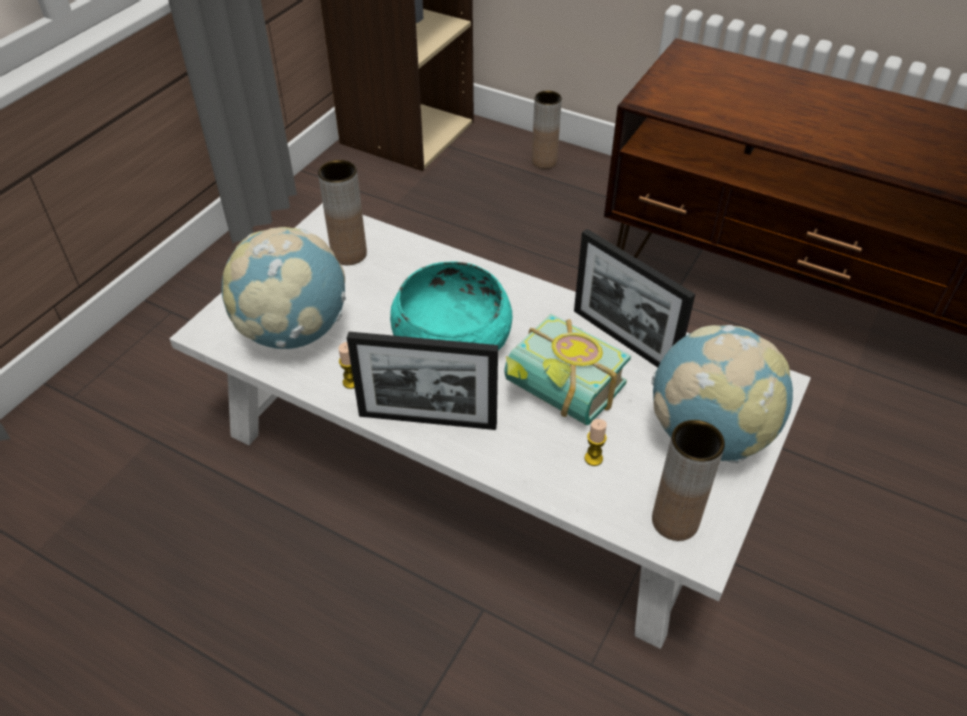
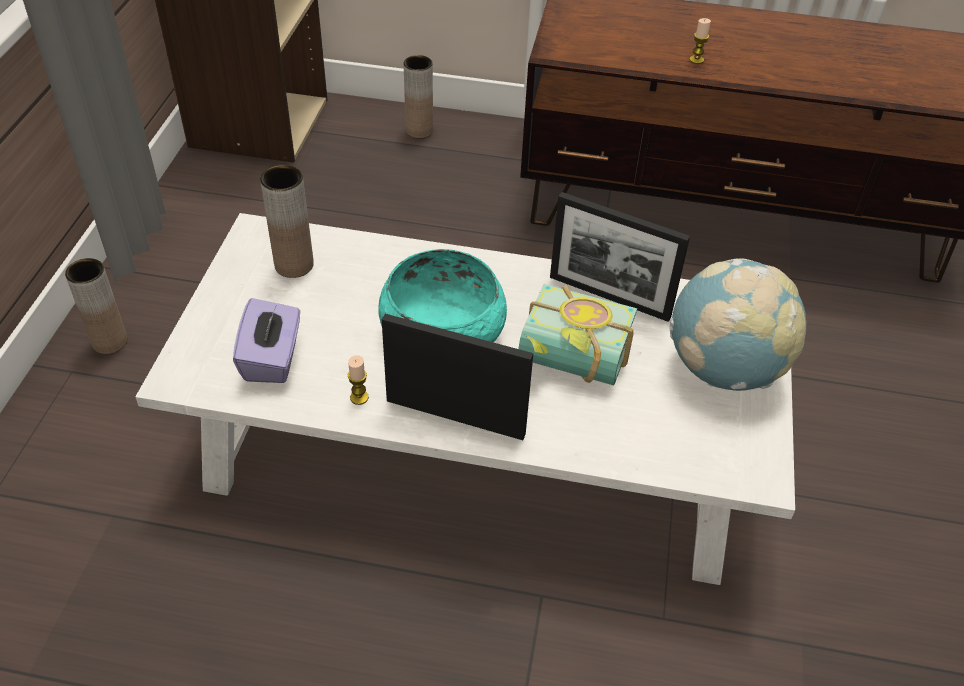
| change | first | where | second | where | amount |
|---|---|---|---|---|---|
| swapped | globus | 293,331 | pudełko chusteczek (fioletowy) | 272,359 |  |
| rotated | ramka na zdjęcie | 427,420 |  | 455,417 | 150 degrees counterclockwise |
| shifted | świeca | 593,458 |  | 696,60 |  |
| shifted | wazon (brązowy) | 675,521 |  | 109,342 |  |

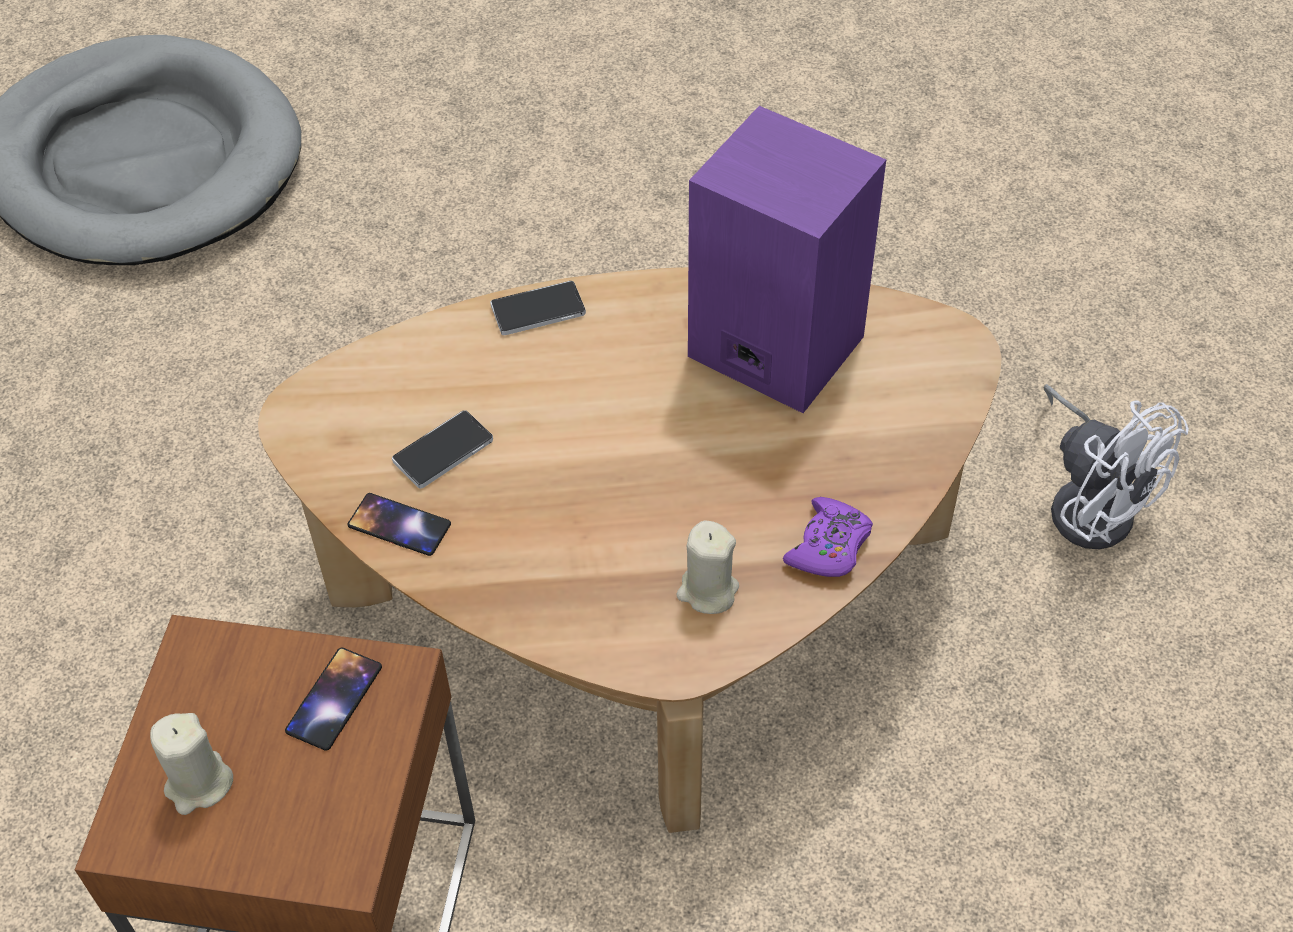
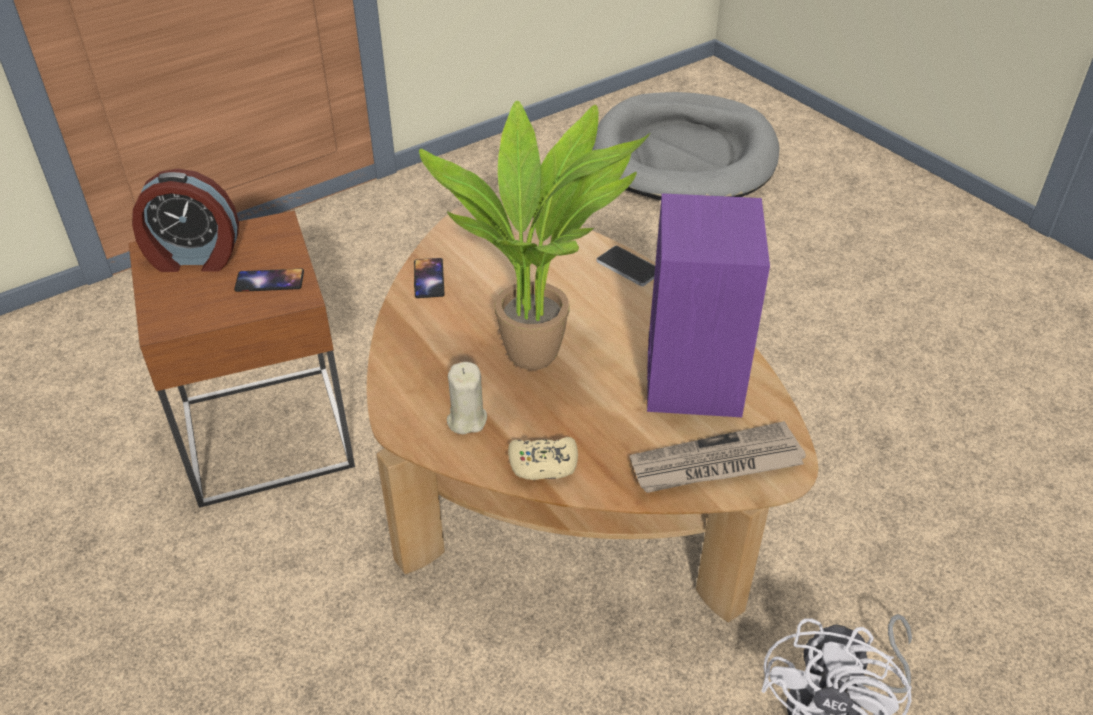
| change | first | where | second | where | amount |
|---|---|---|---|---|---|
| swapped | świeca (beżowy) | 198,784 | budzik | 194,258 |  |
| gone | telefon | 443,451 |  |  |  |
| repainted | pad do gier (fioletowy) | 829,546 | pad do gier (beżowy) | 543,464 |  |
| new |  |  | roślina doniczkowa | 538,351 |  |
| new |  |  | gazeta | 715,464 |  |

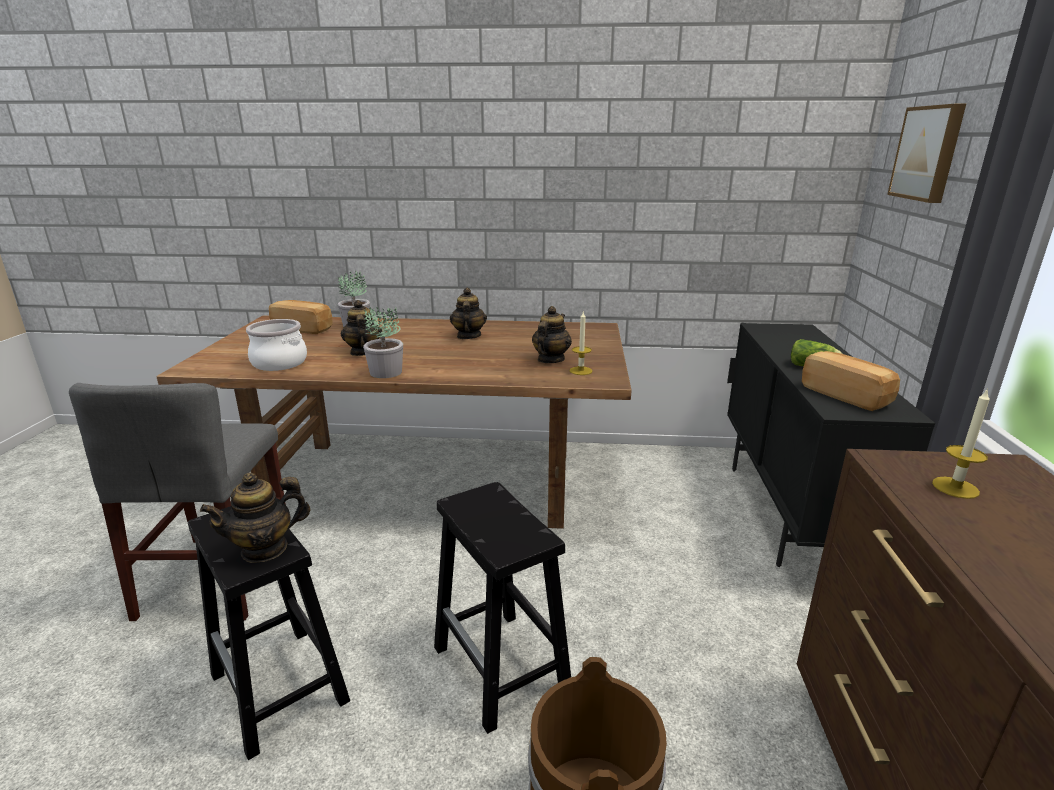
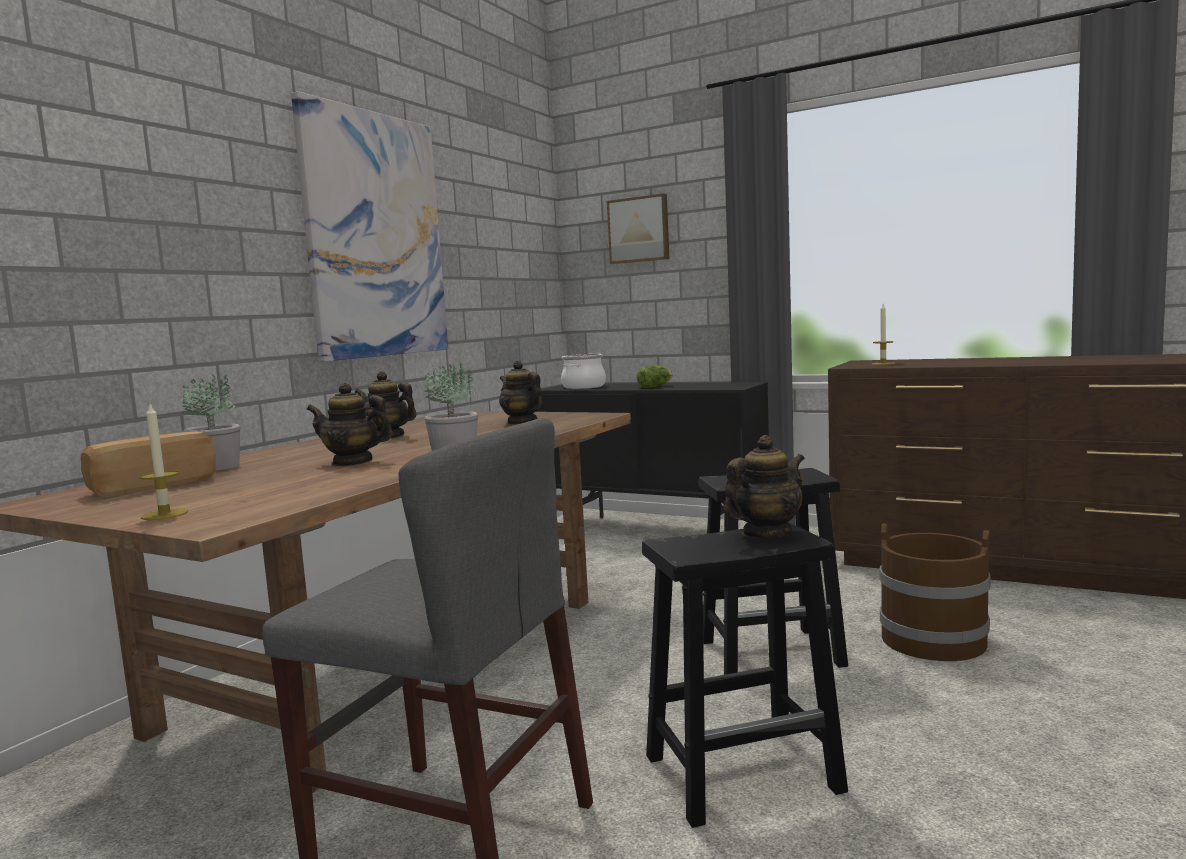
| change | first | where | second | where | amount |
|---|---|---|---|---|---|
| rotated | imbryk | 265,549 |  | 766,534 | 120 degrees counterclockwise |
| shifted | garnek | 280,363 |  | 583,387 |  |
| shifted | świeca | 581,371 |  | 164,514 |  |
| gone | chleb | 846,395 |  |  |  |
| new |  |  | obraz | 375,236 |  |

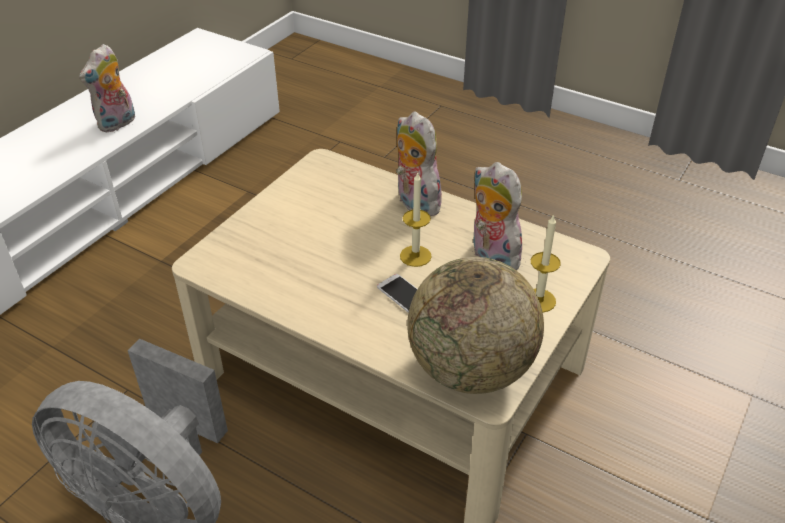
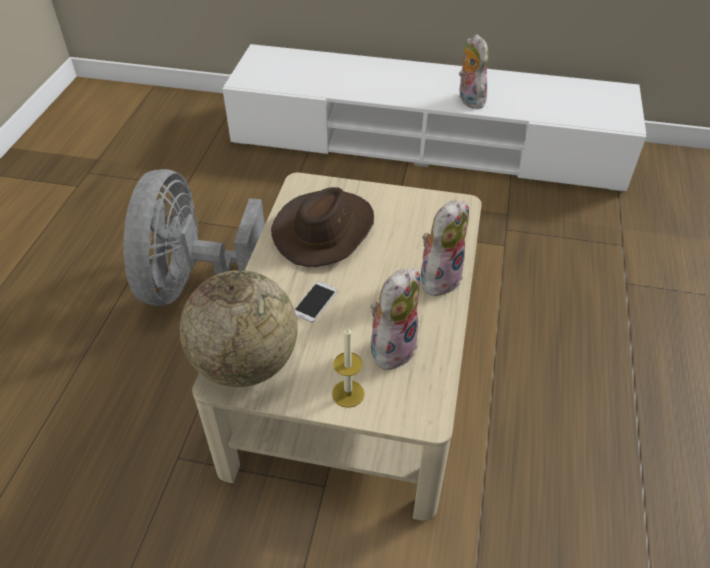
| change | first | where | second | where | amount |
|---|---|---|---|---|---|
| rotated | pluszak | 117,124 |  | 468,99 | 60 degrees clockwise |
| gone | świeca | 415,256 |  |  |  |
| new |  |  | kapelusz (brązowy) | 324,230 |  |

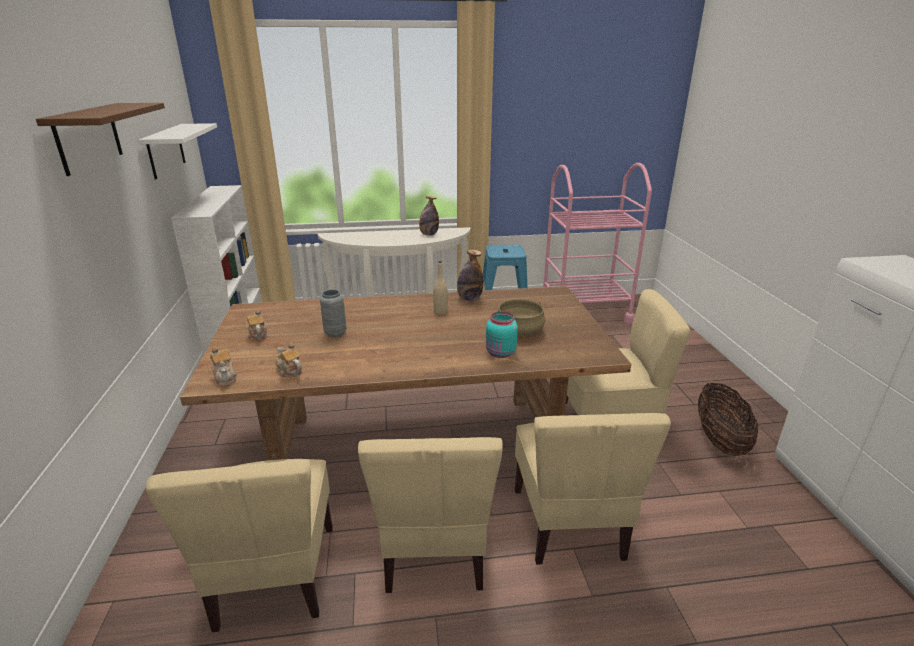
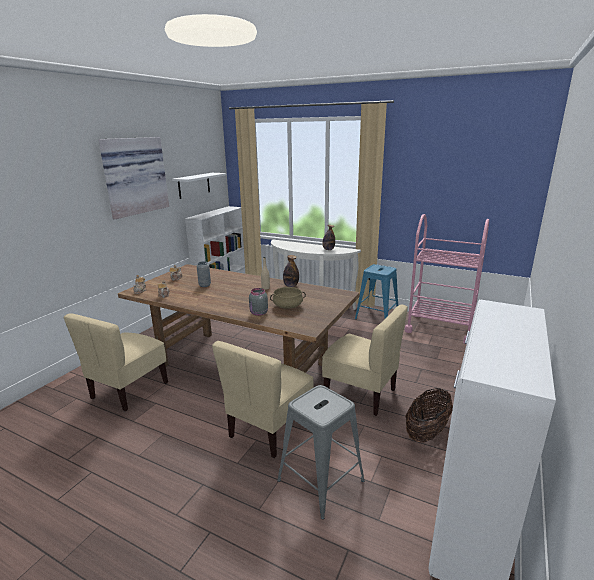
| change | first | where | second | where | amount |
|---|---|---|---|---|---|
| swapped | półka (brązowy) | 88,137 | obraz | 134,176 |  |
| gone | krzesło (beżowy) | 434,548 |  |  |  |
| repainted | słoik (turkusowy) | 500,353 | słoik (szary) | 258,313 |  |
| new |  |  | stołek (szary) | 320,480 |  |

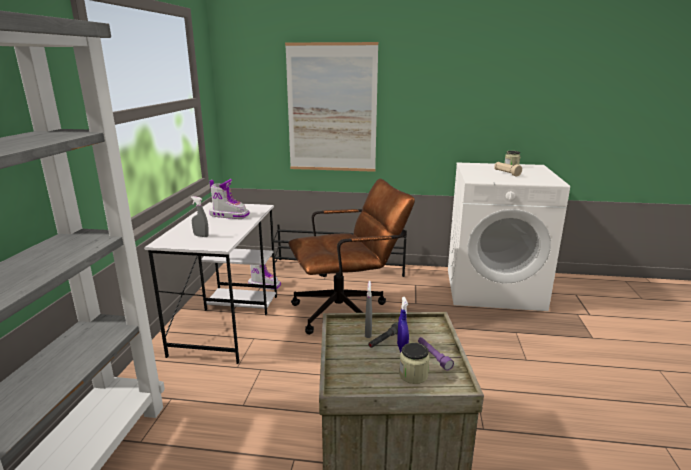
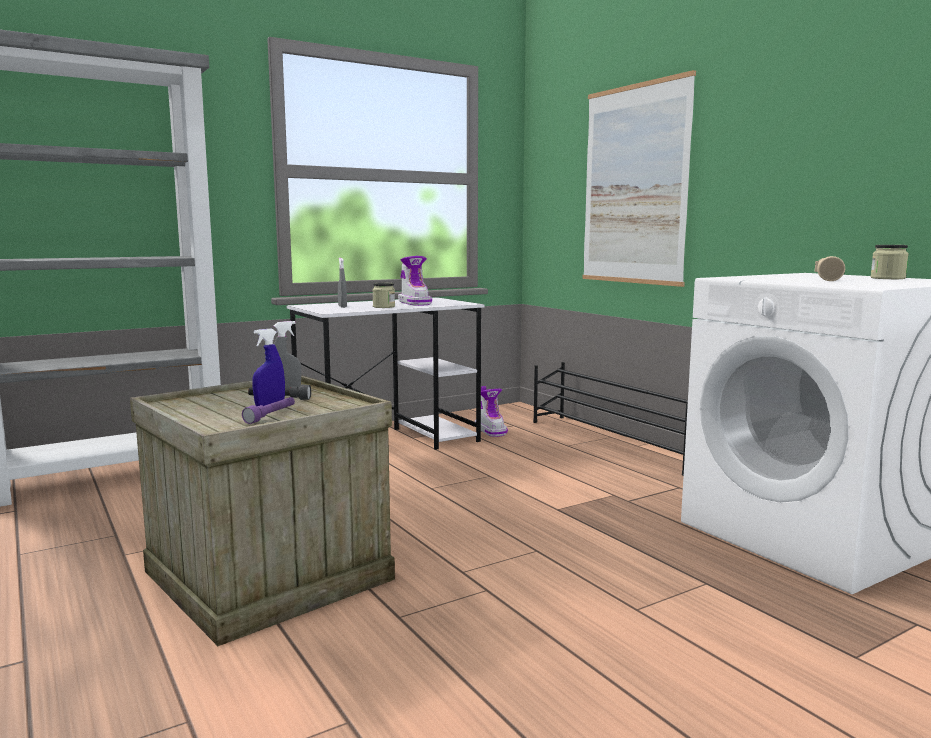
| change | first | where | second | where | amount |
|---|---|---|---|---|---|
| gone | krzesło biurowe (brązowy) | 348,311 |  |  |  |
| shifted | słoik | 413,375 |  | 384,307 |  |

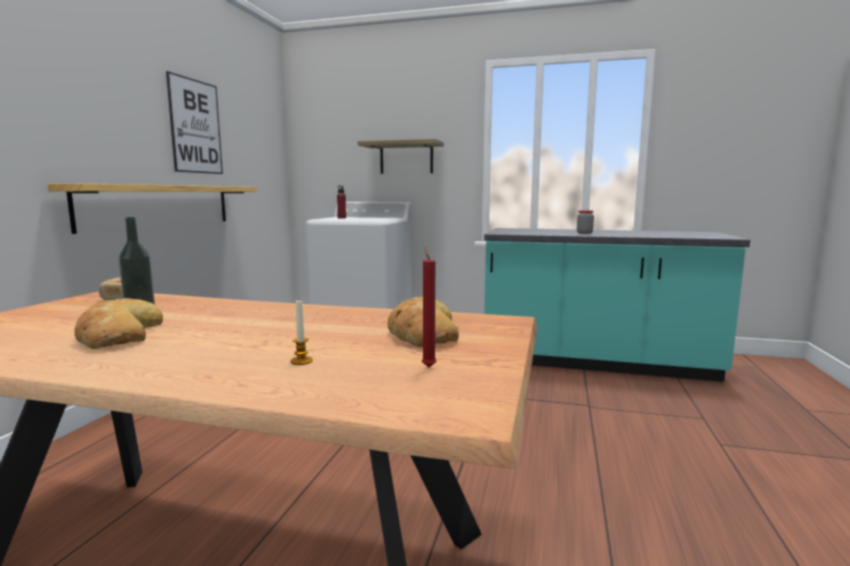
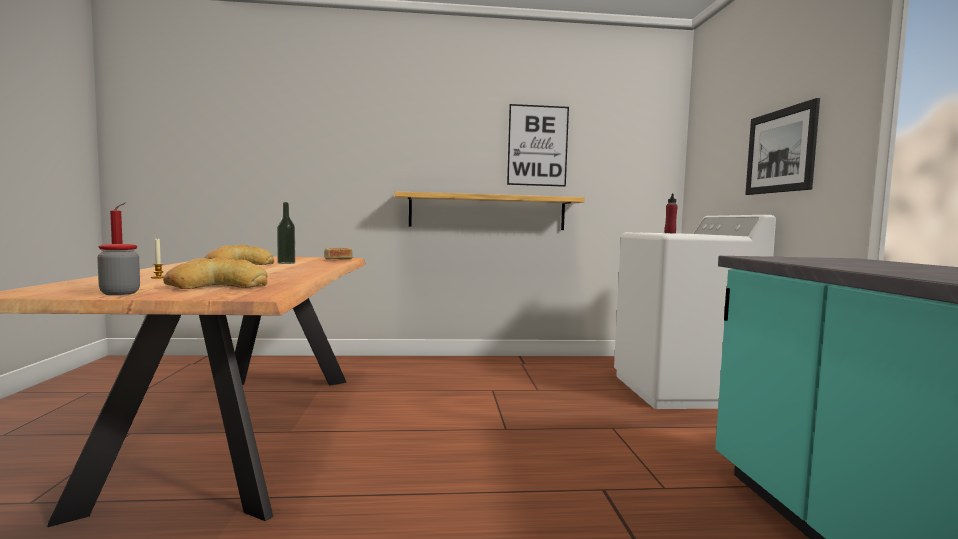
| change | first | where | second | where | amount |
|---|---|---|---|---|---|
| swapped | półka | 406,158 | obraz | 780,151 |  |
| shifted | słoik | 584,233 |  | 120,293 |  |

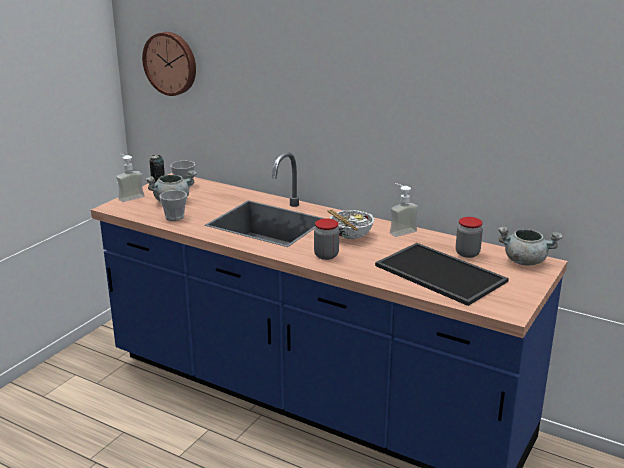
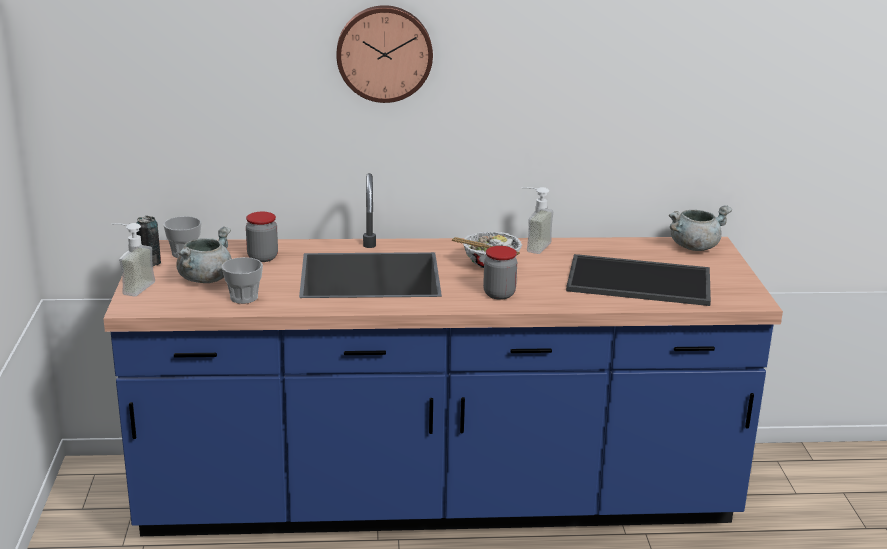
| change | first | where | second | where | amount |
|---|---|---|---|---|---|
| shifted | zegar ścienny | 171,63 |  | 384,53 |  |
| shifted | słoik | 467,253 |  | 262,257 |  |

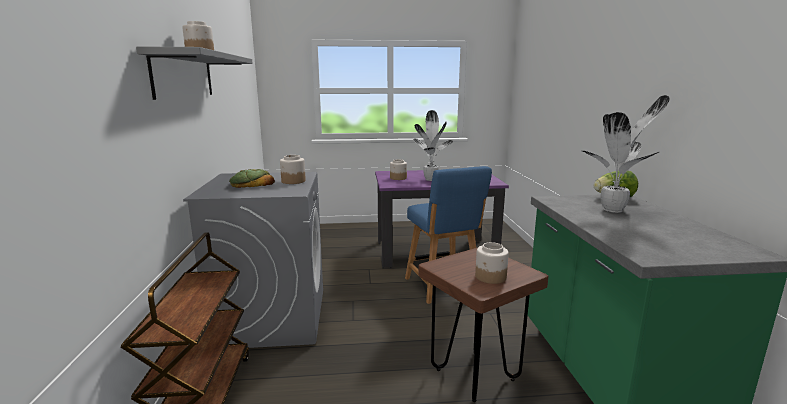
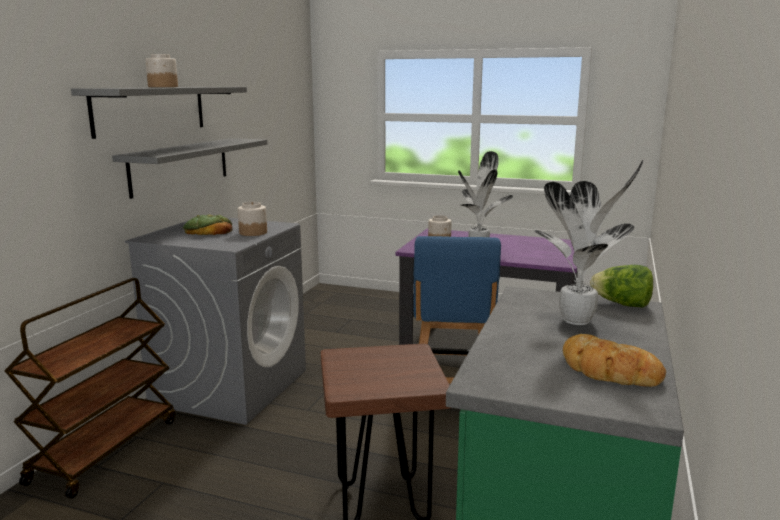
| change | first | where | second | where | amount |
|---|---|---|---|---|---|
| gone | słoik | 490,277 |  |  |  |
| new |  |  | półka (szary) | 180,166 |  |
| new |  |  | chleb | 608,370 |  |

